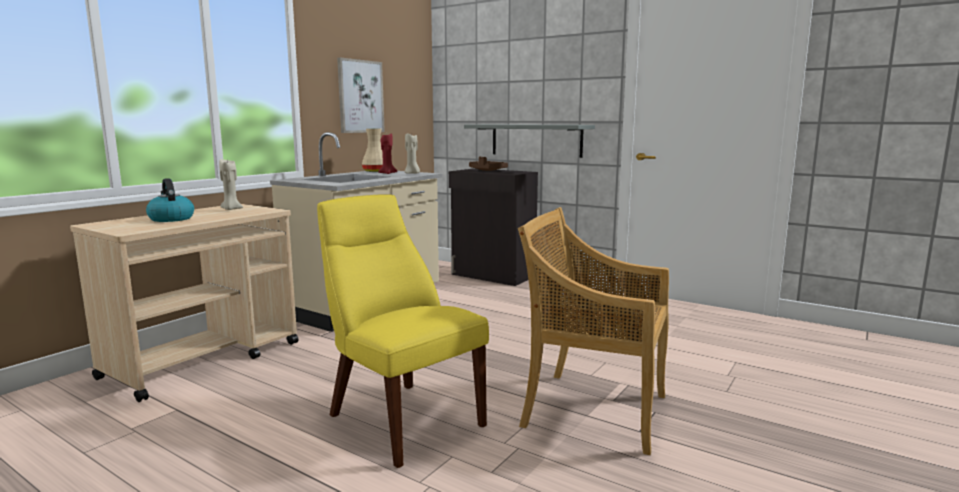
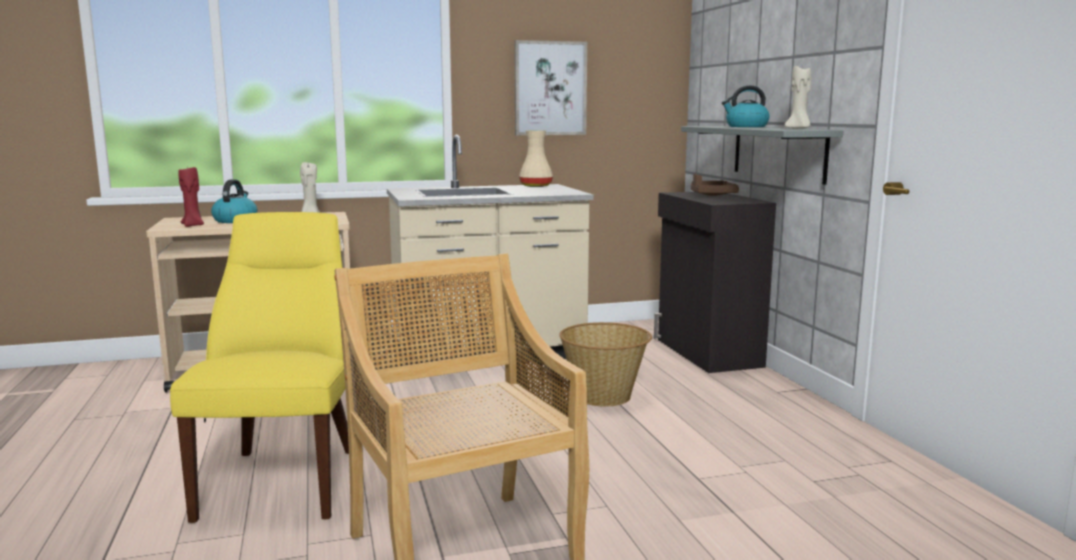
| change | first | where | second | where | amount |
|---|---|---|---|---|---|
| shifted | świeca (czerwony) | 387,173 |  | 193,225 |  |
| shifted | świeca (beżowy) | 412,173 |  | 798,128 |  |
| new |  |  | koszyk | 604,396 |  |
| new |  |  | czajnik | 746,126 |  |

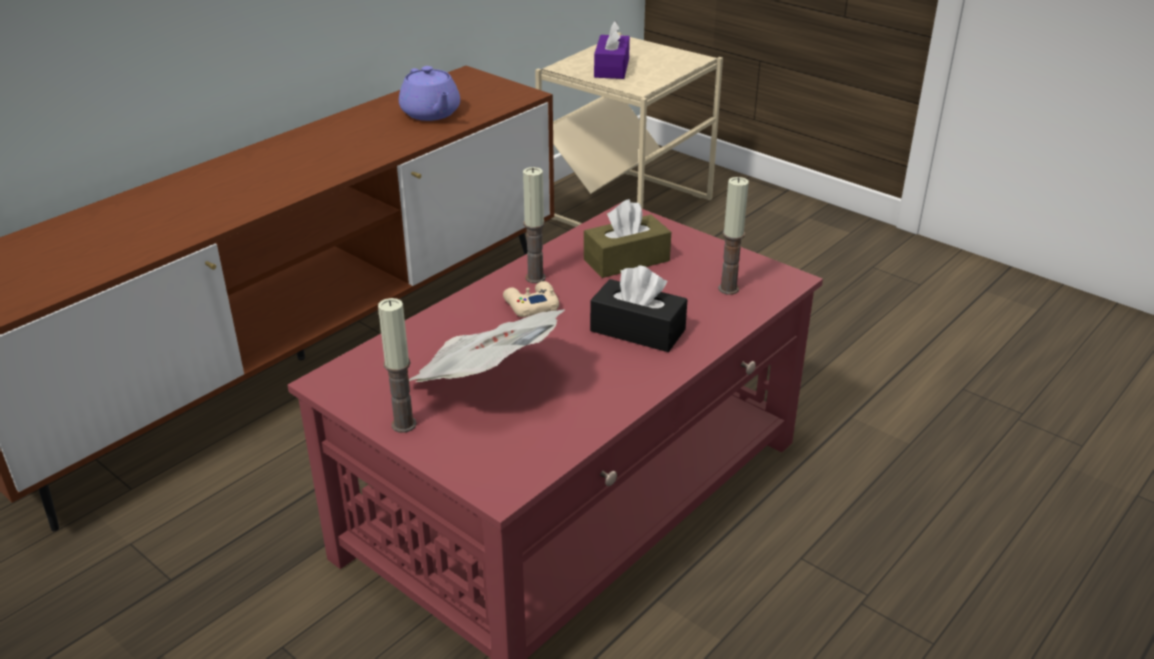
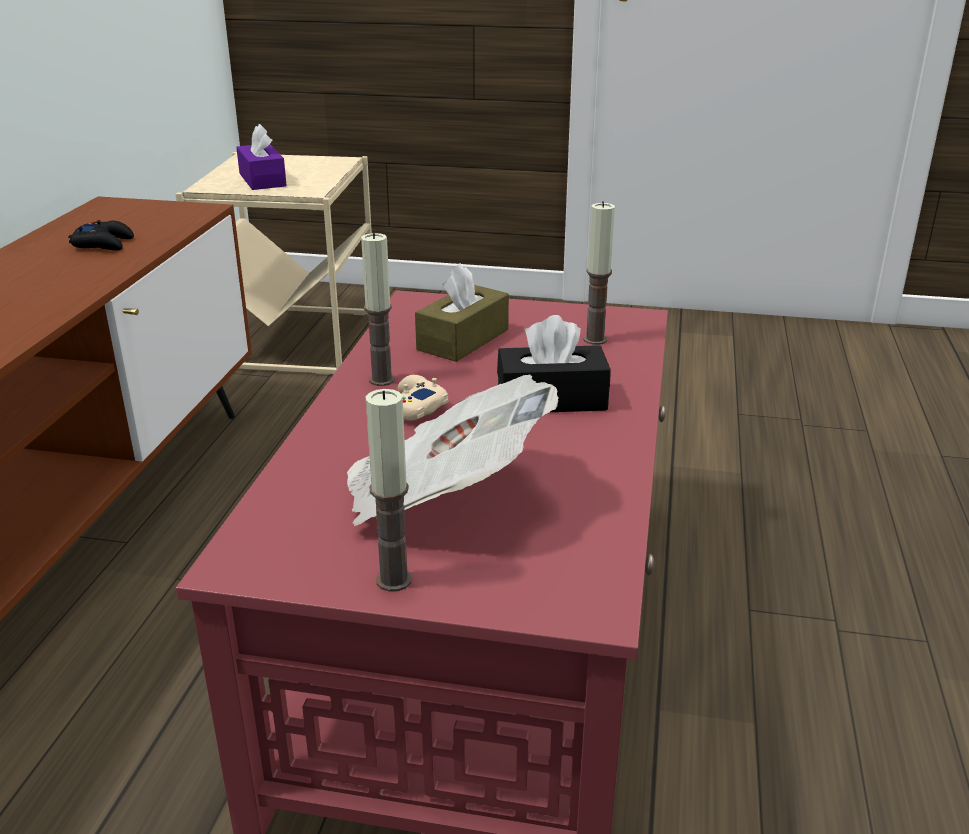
| change | first | where | second | where | amount |
|---|---|---|---|---|---|
| swapped | imbryk (fioletowy) | 431,114 | pad do gier (czarny) | 103,244 |  |

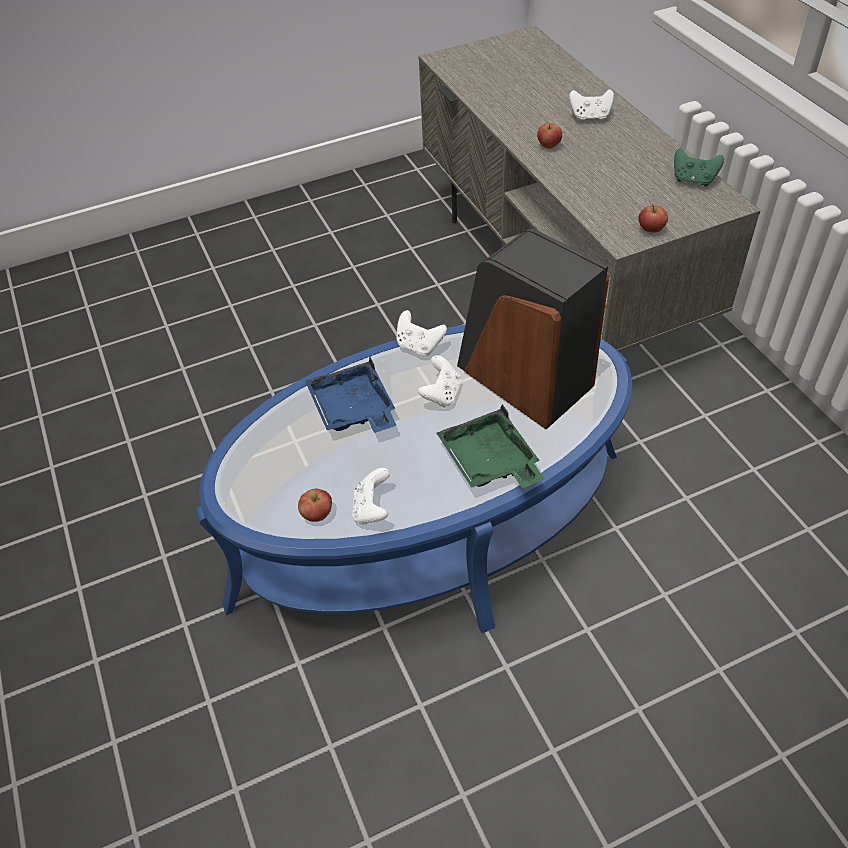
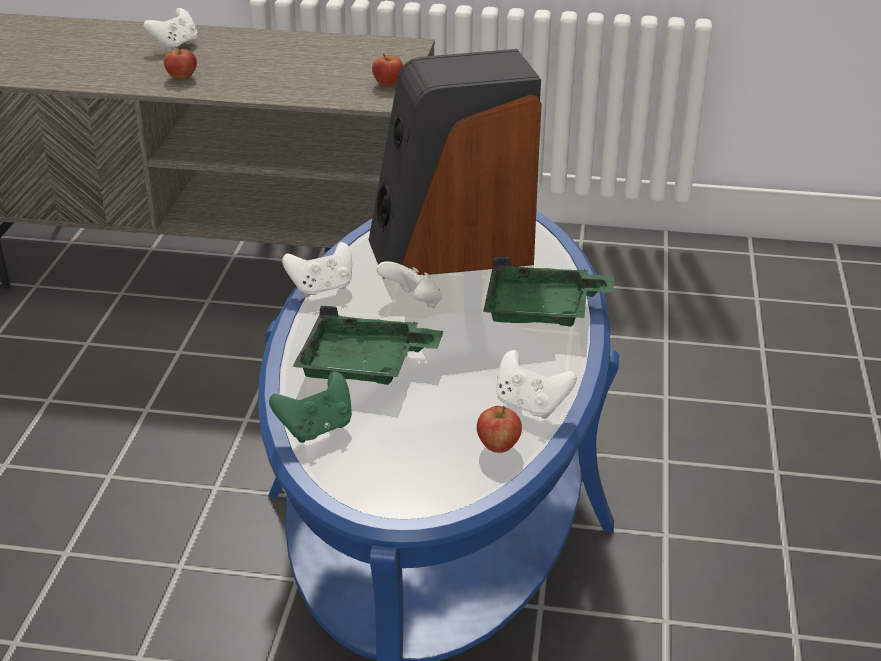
| change | first | where | second | where | amount |
|---|---|---|---|---|---|
| repainted | taca (niebieski) | 353,410 | taca (zielony) | 364,365 |  |
| shifted | pad do gier (zielony) | 693,180 |  | 316,428 |  |

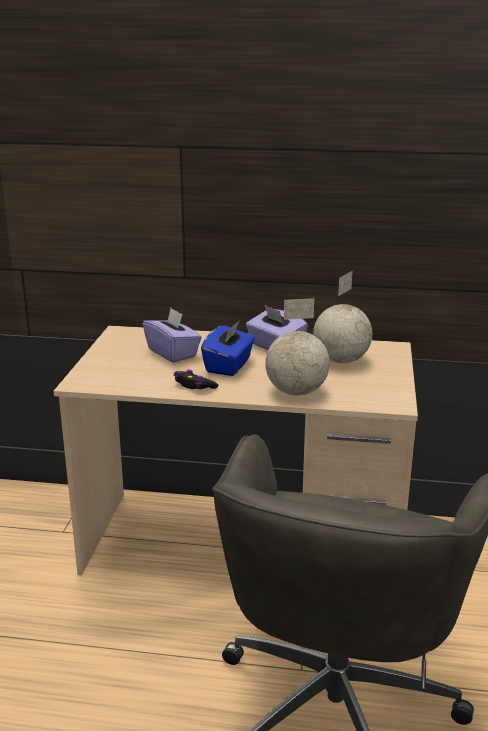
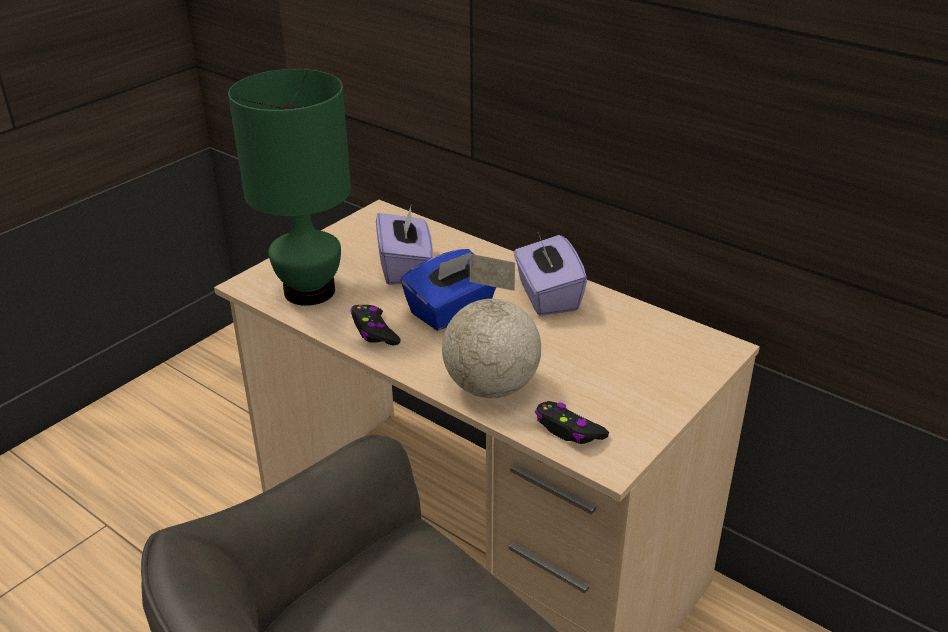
| change | first | where | second | where | amount |
|---|---|---|---|---|---|
| gone | globus | 340,361 |  |  |  |
| new |  |  | lampa stołowa (zielony) | 308,291 |  |
| new |  |  | pad do gier (czarny) | 568,430 |  |

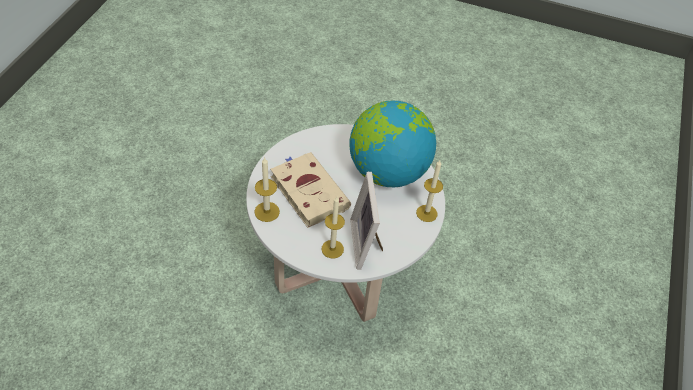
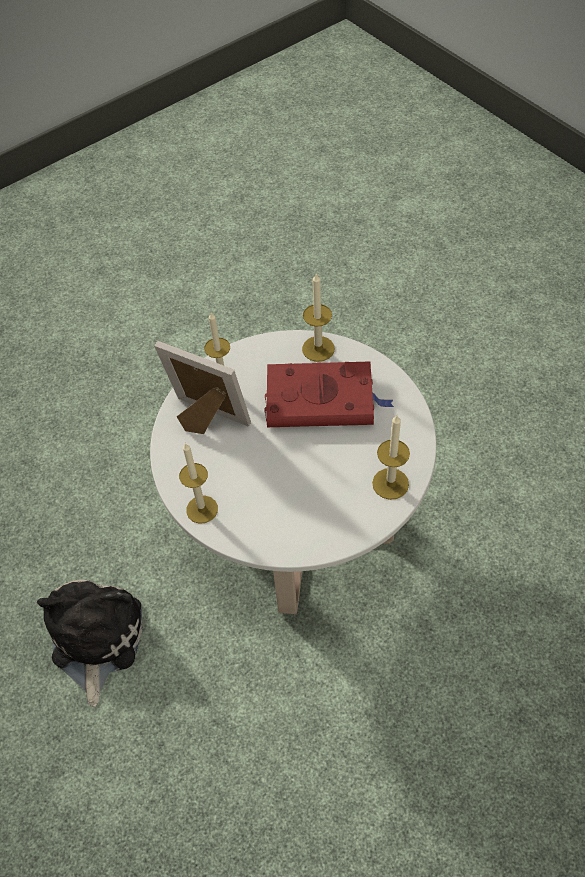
| change | first | where | second | where | amount |
|---|---|---|---|---|---|
| repainted | książka (beżowy) | 307,191 | książka (czerwony) | 323,400 |  |
| gone | globus | 387,172 |  |  |  |
| new |  |  | pluszak | 95,640 |  |
| new |  |  | świeca | 390,483 |  |

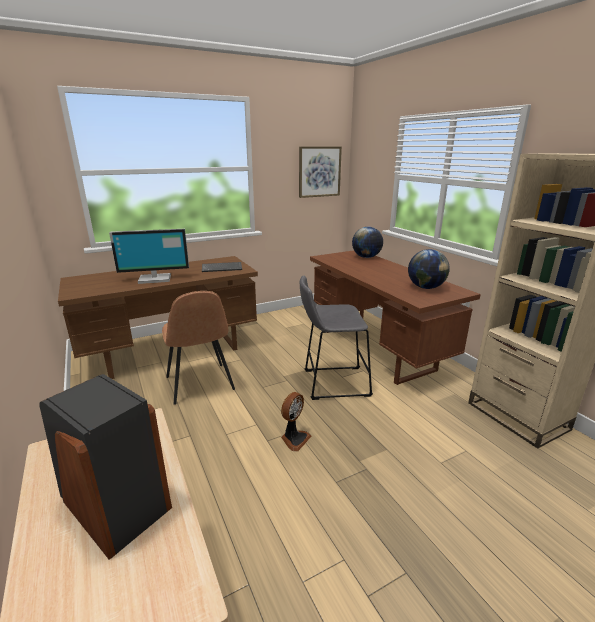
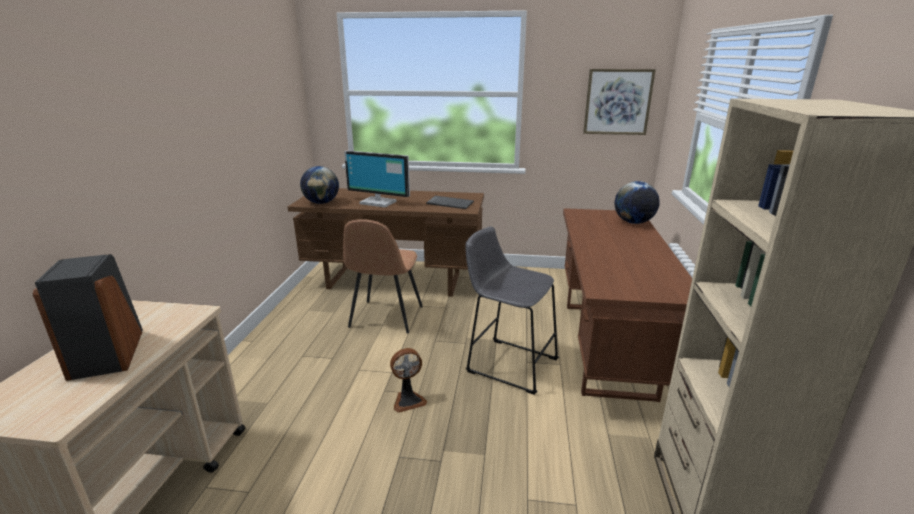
| change | first | where | second | where | amount |
|---|---|---|---|---|---|
| shifted | globus | 425,287 |  | 321,203 |  |

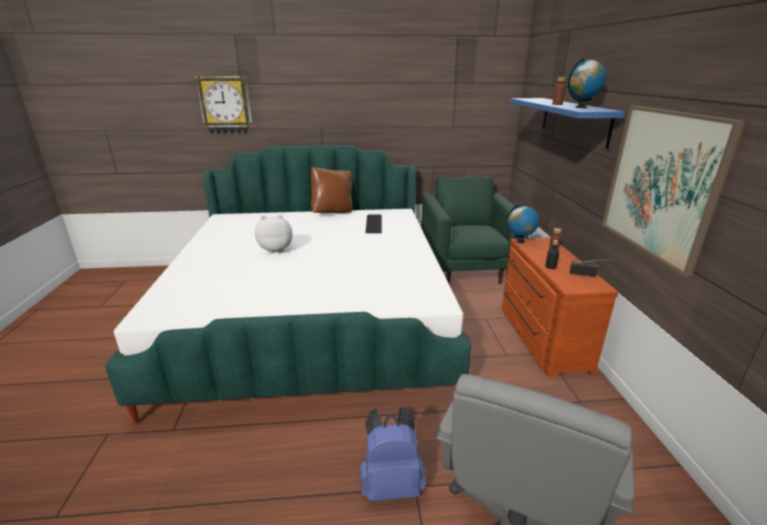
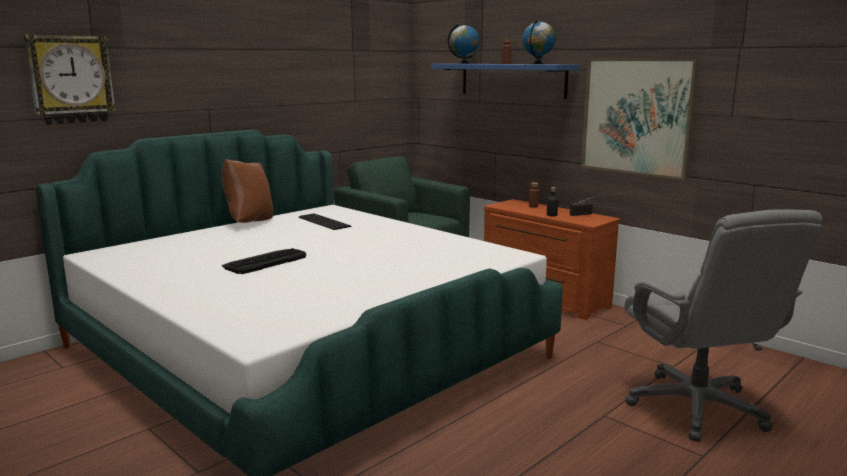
| change | first | where | second | where | amount |
|---|---|---|---|---|---|
| swapped | pluszak | 276,249 | klawiatura | 264,262 |  |
| gone | plecak (niebieski) | 391,484 |  |  |  |
| shifted | globus | 520,241 |  | 464,63 |  |

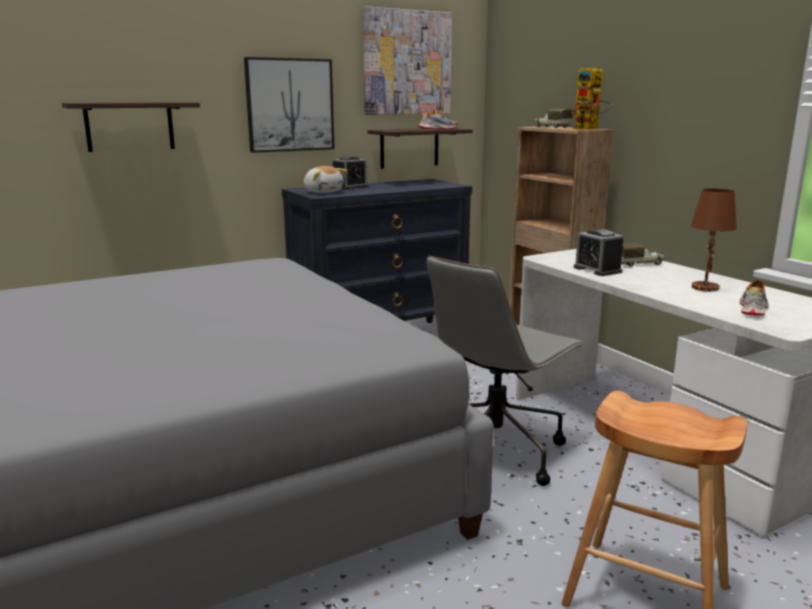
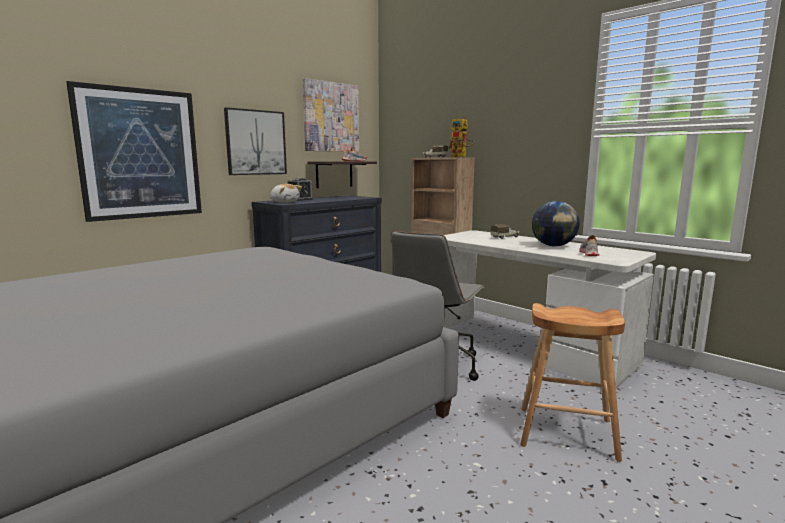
| change | first | where | second | where | amount |
|---|---|---|---|---|---|
| swapped | półka | 129,126 | obraz | 140,154 |  |
| gone | budzik | 597,270 |  |  |  |
| swapped | lampa stołowa (brązowy) | 704,287 | globus | 553,246 |  |

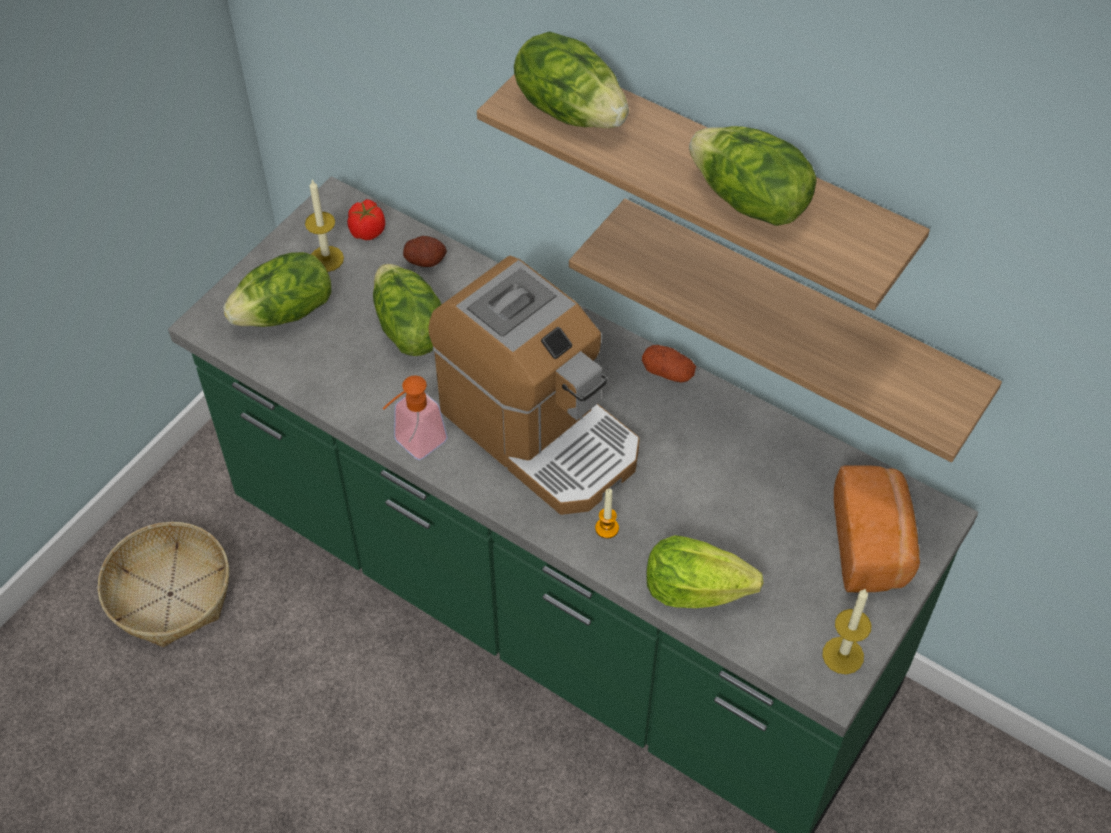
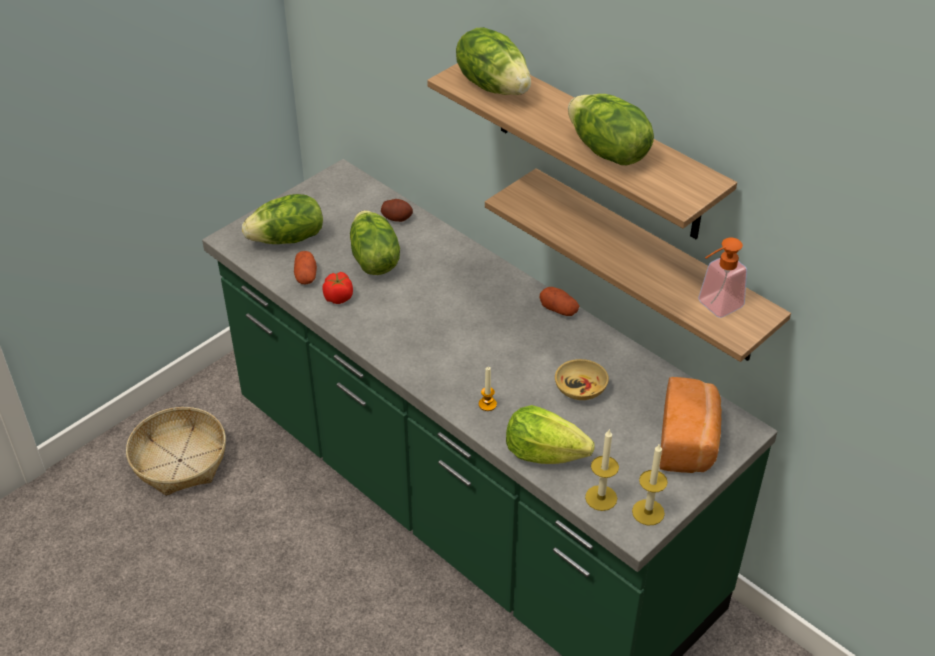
| change | first | where | second | where | amount |
|---|---|---|---|---|---|
| shifted | świeca | 326,259 |  | 601,498 |  |
| shifted | pomidor | 367,230 |  | 338,297 |  |
| shifted | dozownik mydła | 414,445 |  | 714,307 |  |
| gone | ekspres do kawy | 540,431 |  |  |  |
| new |  |  | ziemniak | 306,275 |  |
| new |  |  | miska (beżowy) | 580,389 |  |

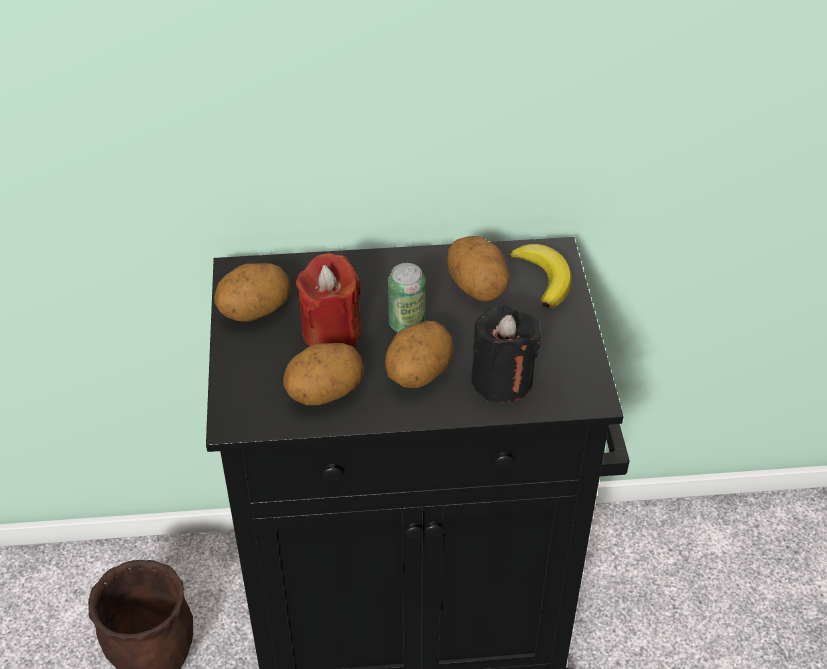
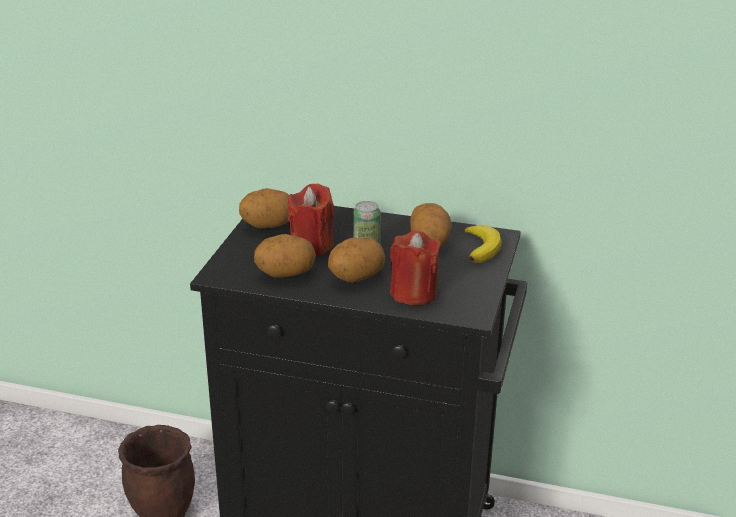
| change | first | where | second | where | amount |
|---|---|---|---|---|---|
| repainted | świeca (czarny) | 502,380 | świeca (czerwony) | 413,293 |  |

